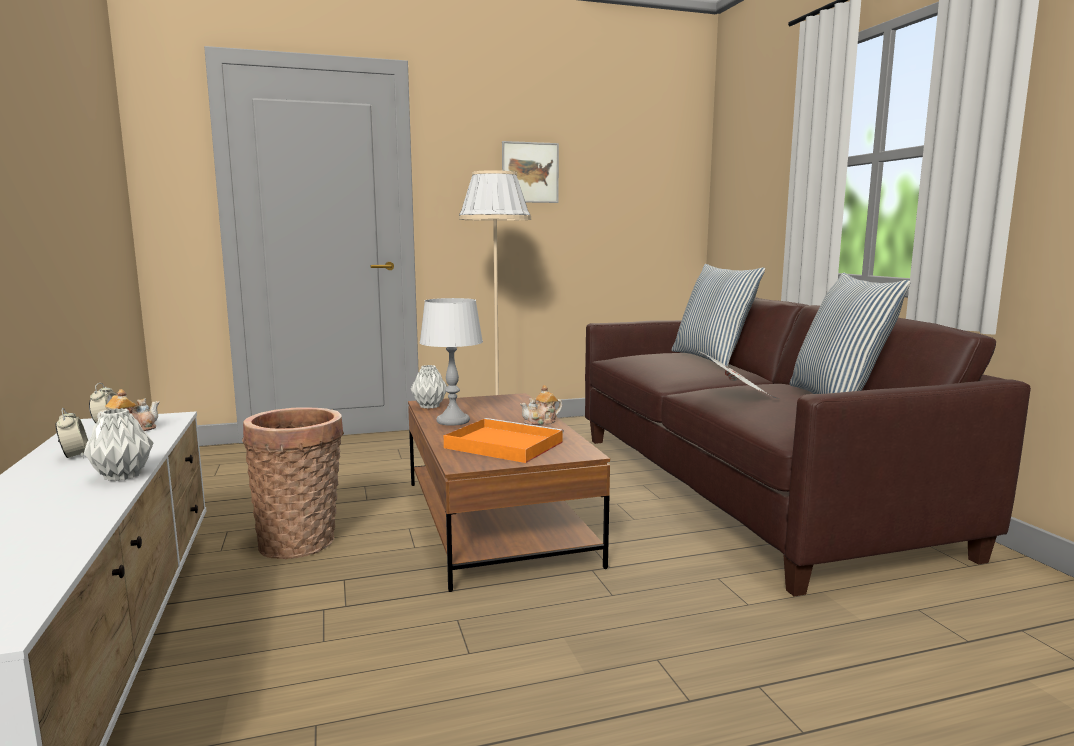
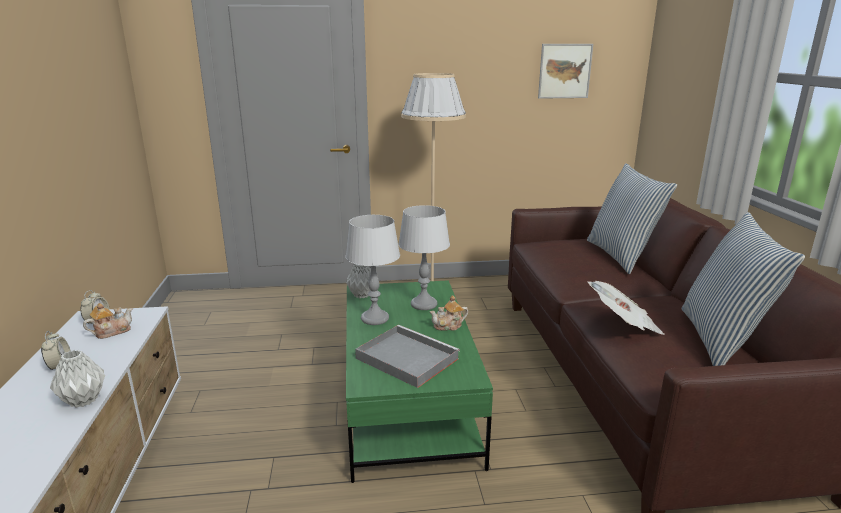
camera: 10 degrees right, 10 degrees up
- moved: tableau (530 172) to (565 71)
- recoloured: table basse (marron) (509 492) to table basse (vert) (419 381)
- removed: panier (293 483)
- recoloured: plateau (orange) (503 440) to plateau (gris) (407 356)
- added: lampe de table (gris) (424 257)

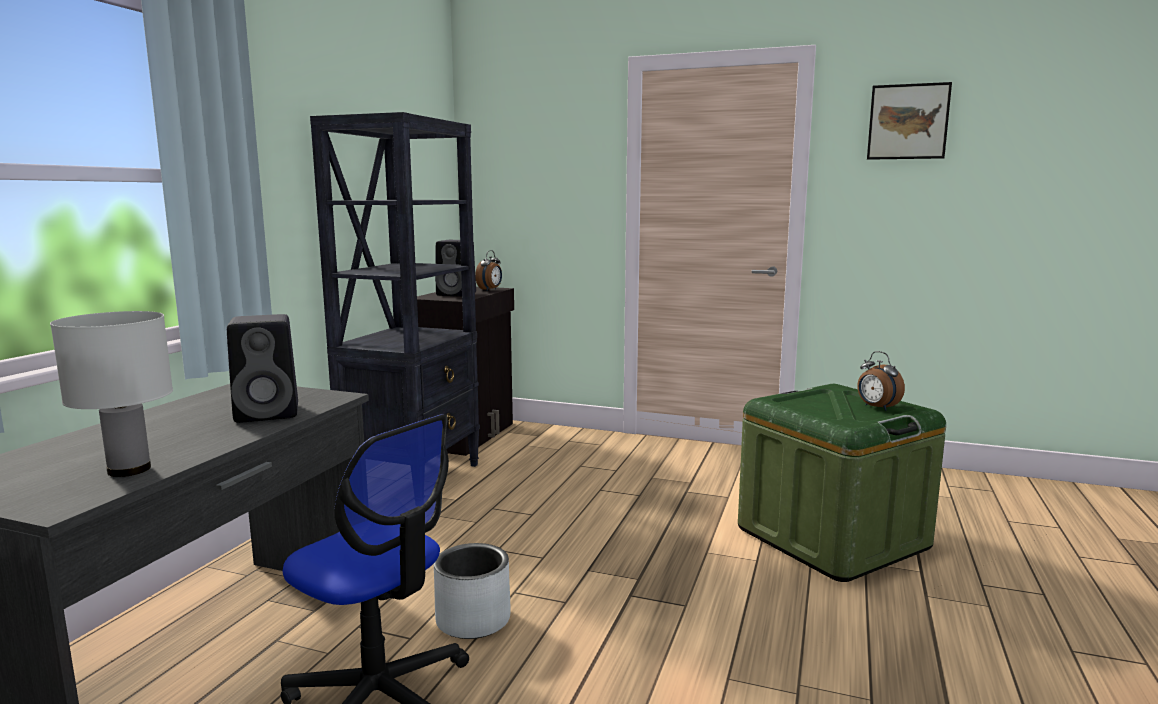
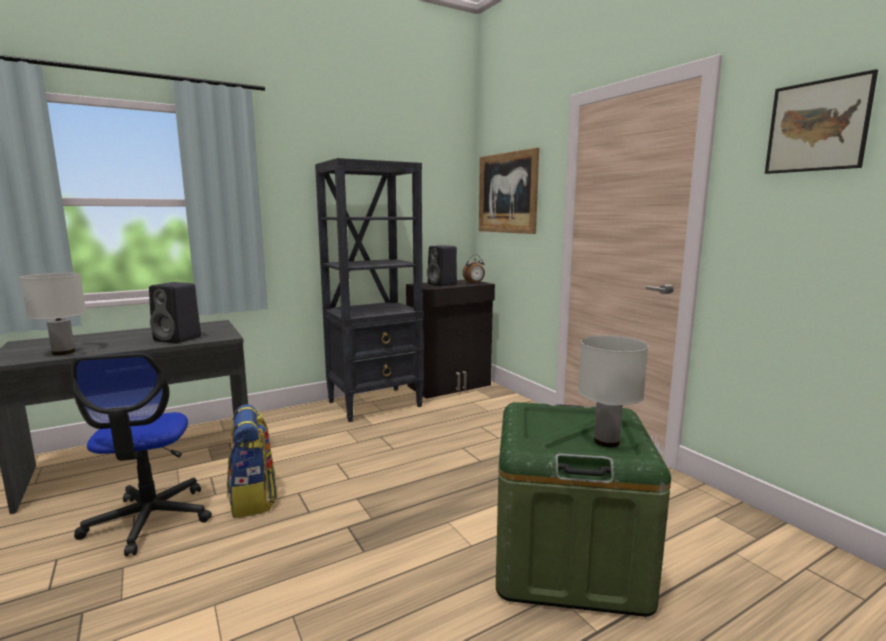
camera: 40 degrees right, 0 degrees up
- replaced: réveil (881 381) to lampe de table (blanc) (613 391)
- replaced: cache-pot (gris) (472 591) to sac à dos (252 461)
- added: tableau (509 191)

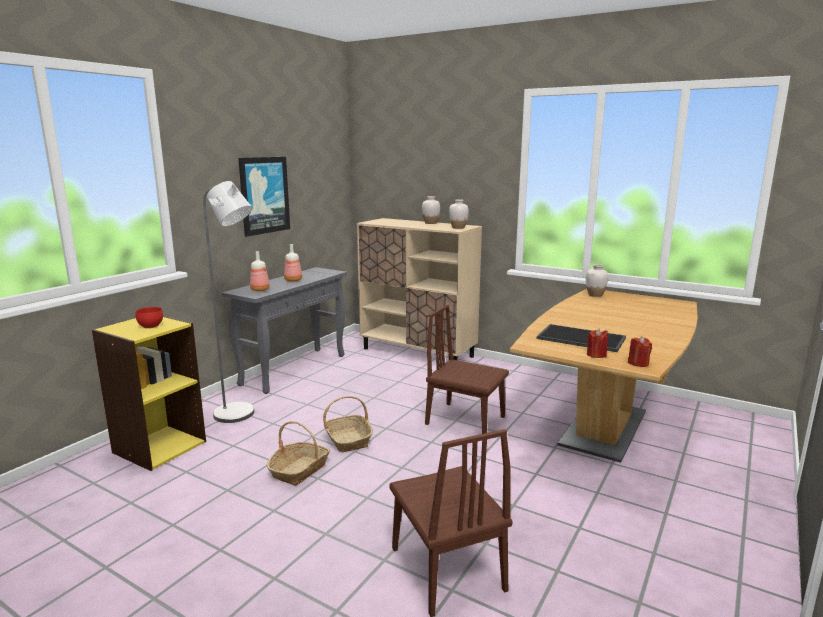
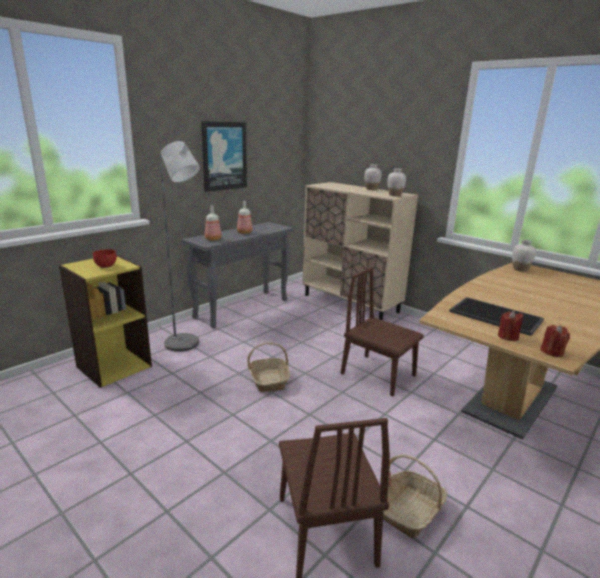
camera: 10 degrees right, 5 degrees up
- moved: panier (298 453) to (415 496)

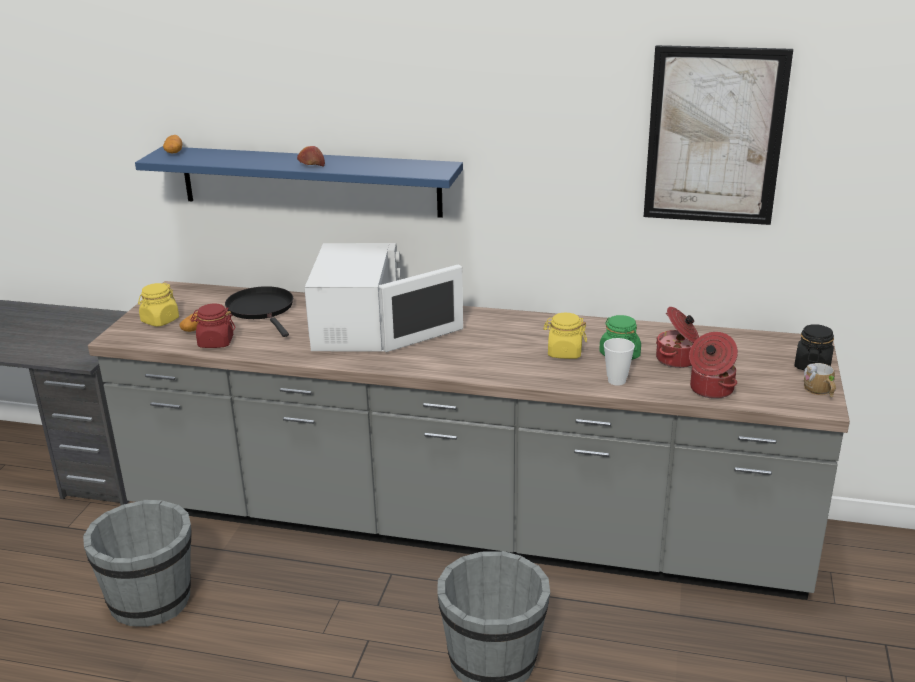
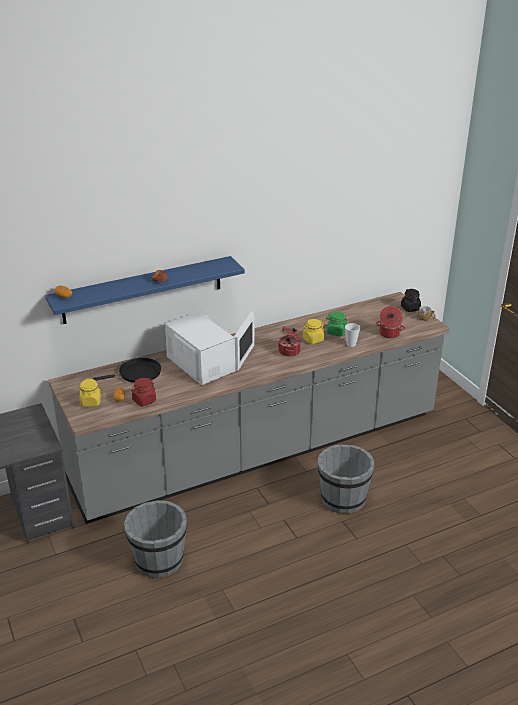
camera: 40 degrees left, 5 degrees up
- removed: tableau (718 135)
- turned: poêle (noir) (259 311) = (126 370) 135 degrees clockwise
- moved: marmite (677 337) to (289 341)

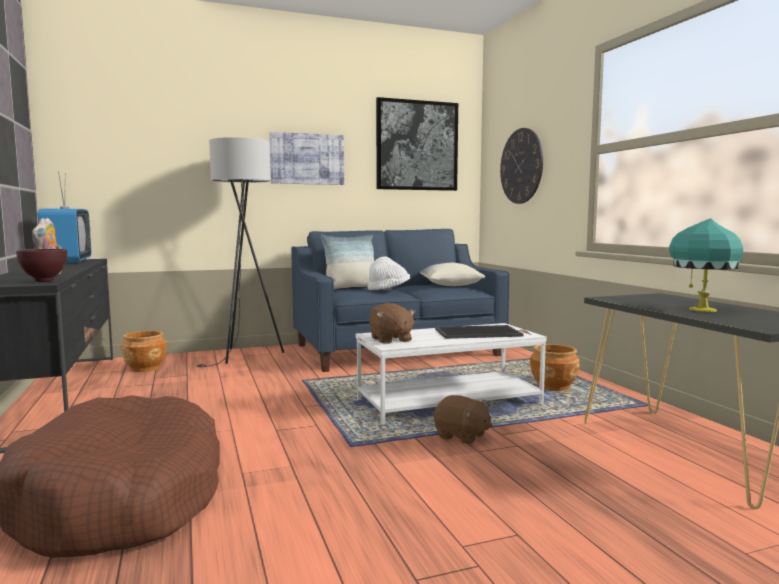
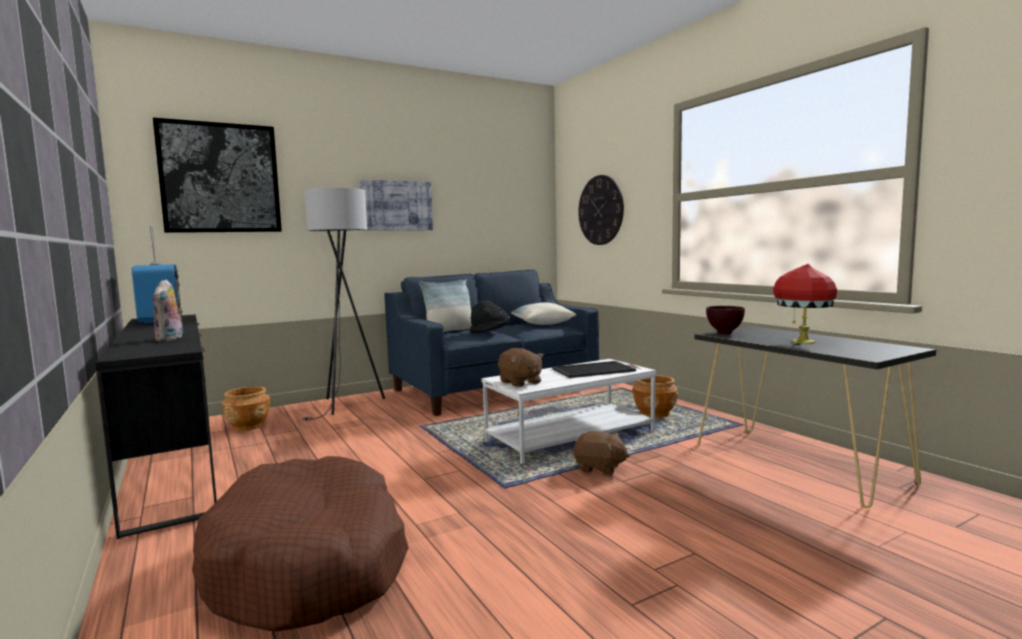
camera: 10 degrees left, 0 degrees up
- moved: tableau (417 144) to (217 175)
- recoloured: lampe de table (turquoise) (706 265) to lampe de table (rouge) (805 304)
- moved: bol (marron) (41 265) to (725 320)
- recoloured: chapeau (blanc) (389 273) to chapeau (noir) (490 316)

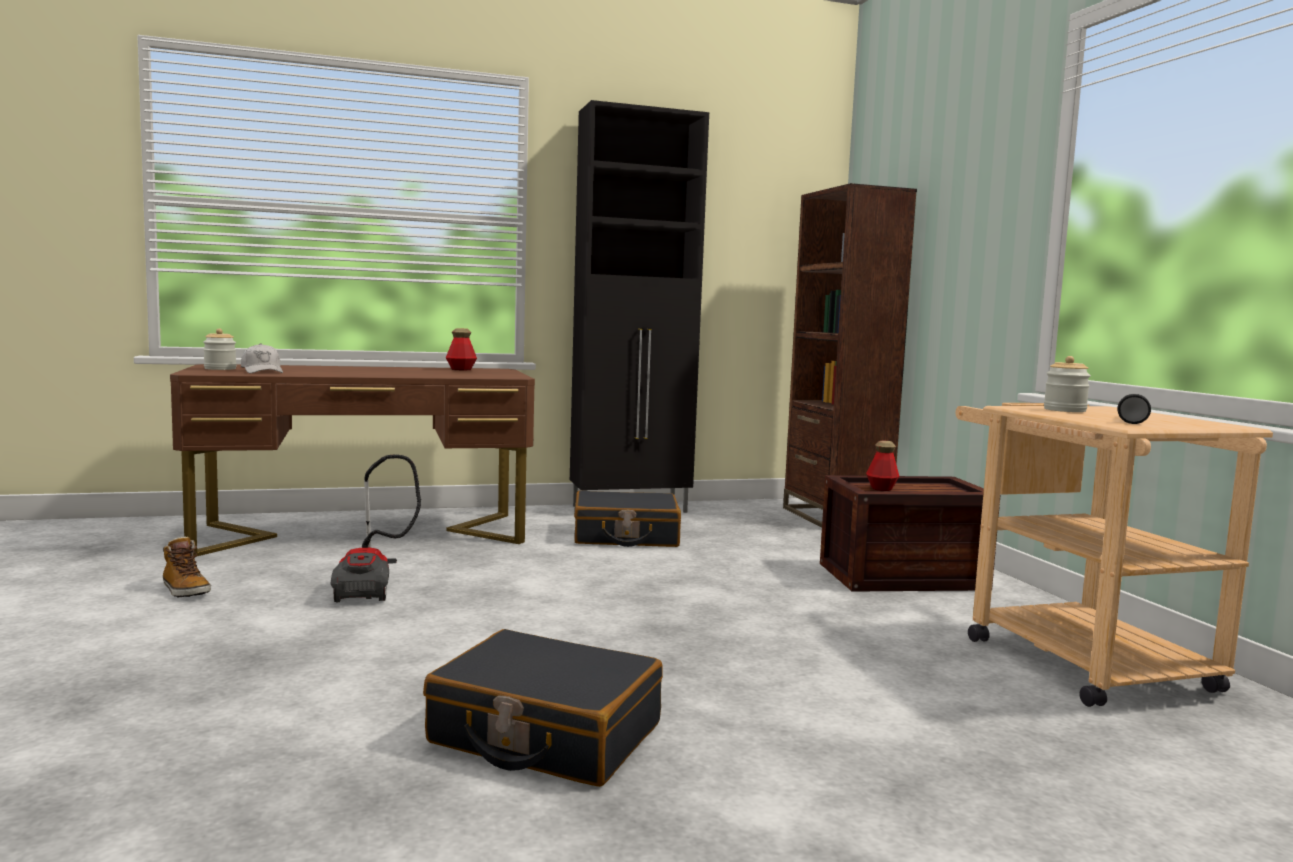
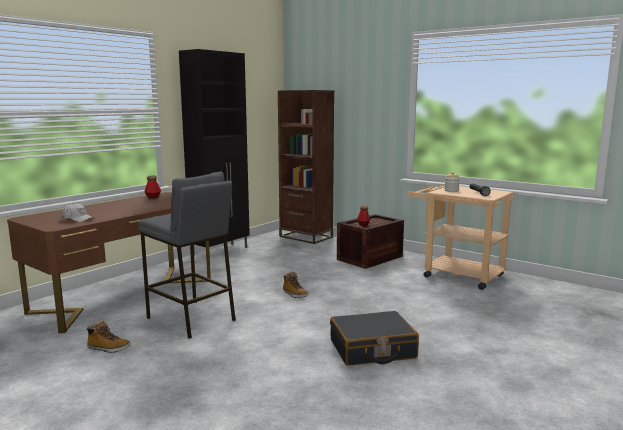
camera: 35 degrees left, 5 degrees up
- removed: bocal (220 349)
- replaced: aspirateur (376 528) to tabouret (gris) (187 255)
- removed: valise (noir) (627 518)
- added: botte (295 284)

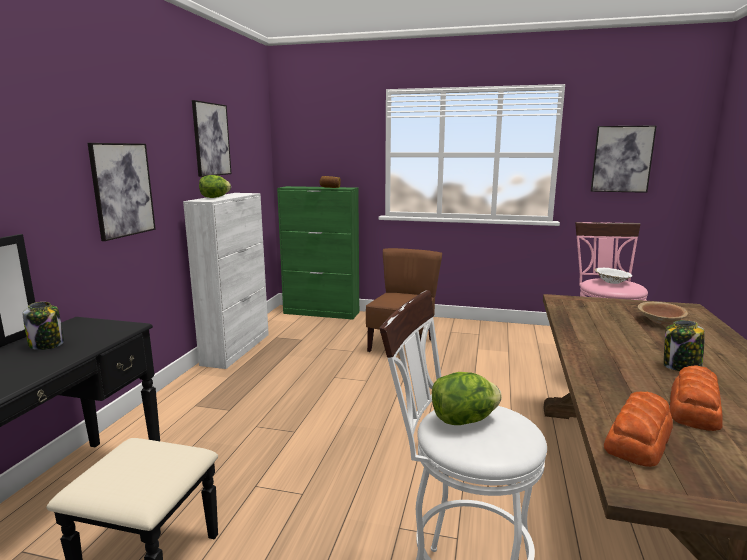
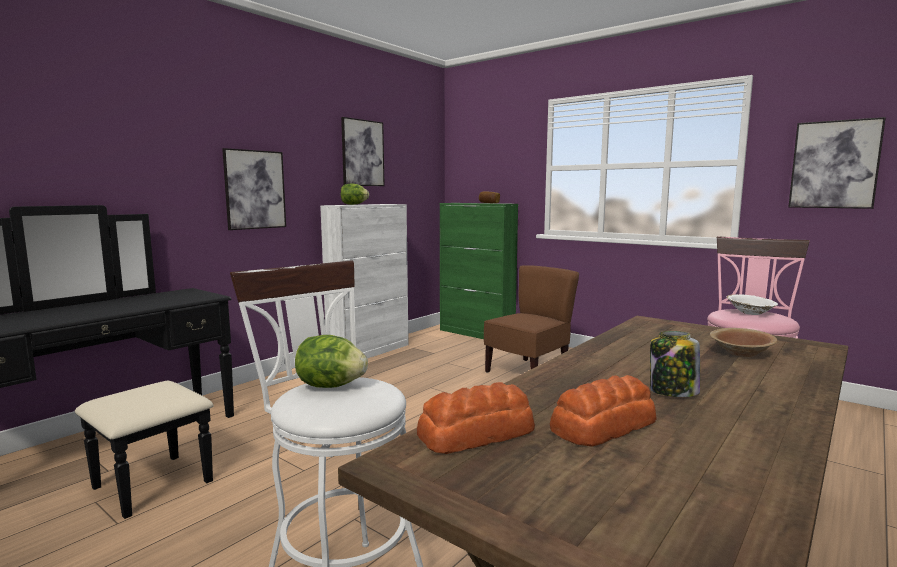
camera: 25 degrees right, 5 degrees down
- removed: bocal (43 326)

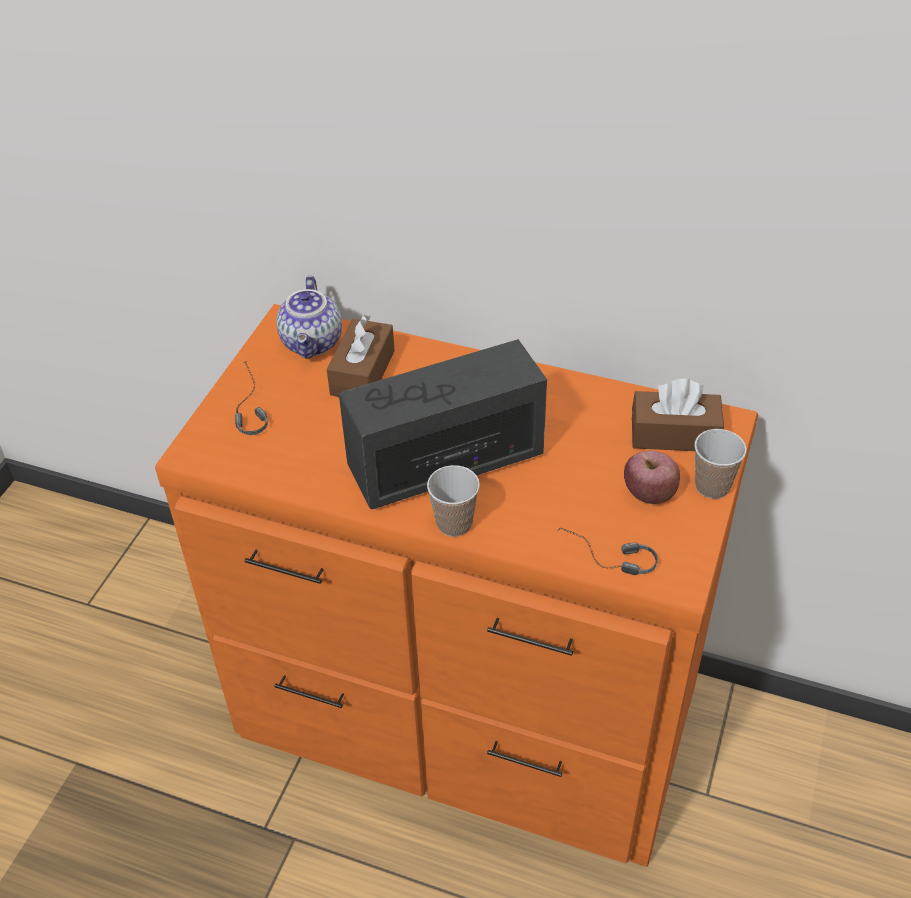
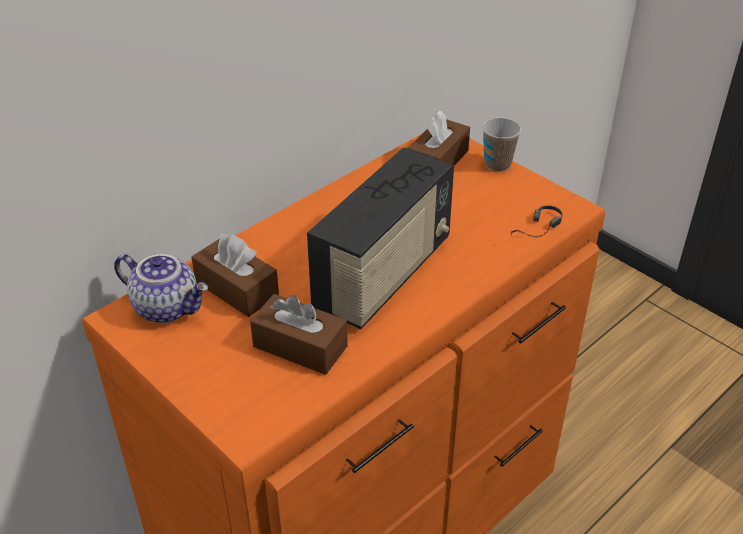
camera: 65 degrees left, 5 degrees down
- turned: radio (443 424) = (380 238) 150 degrees counterclockwise
- removed: casque audio (251 398)
- removed: pomme (652 477)
- removed: tasse (453 501)
- added: boîte à mouchoirs (marron) (299 334)

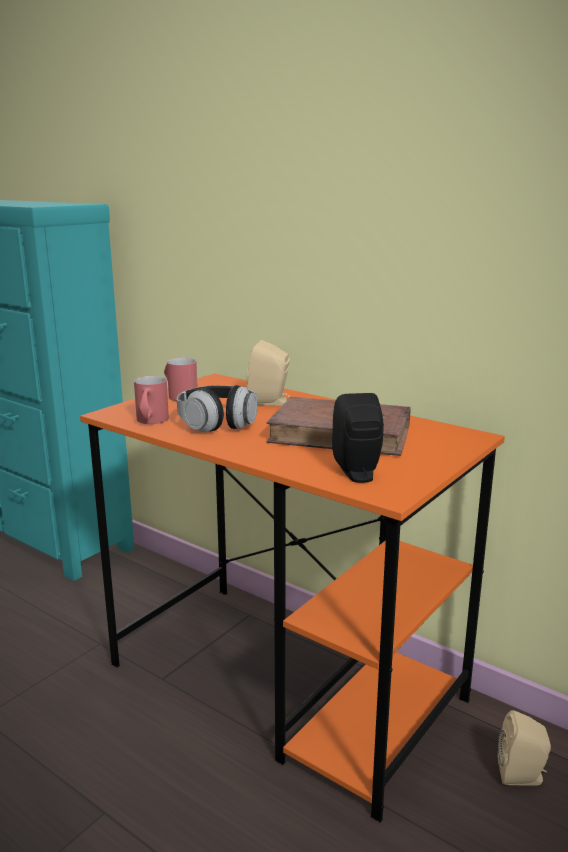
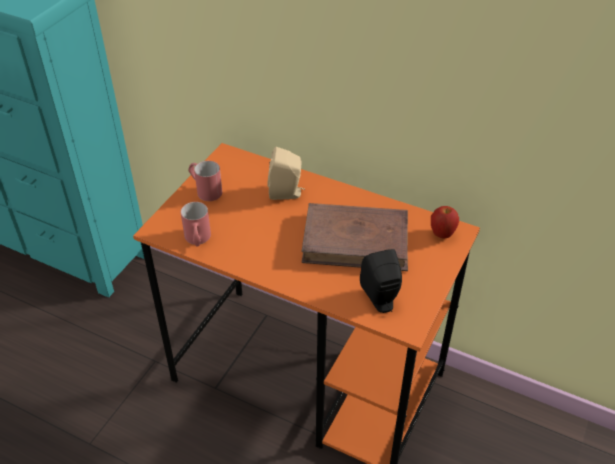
camera: 10 degrees left, 25 degrees up
- removed: casque audio (217 408)
- removed: enceinte (beige) (524 748)
- added: pomme (445 222)

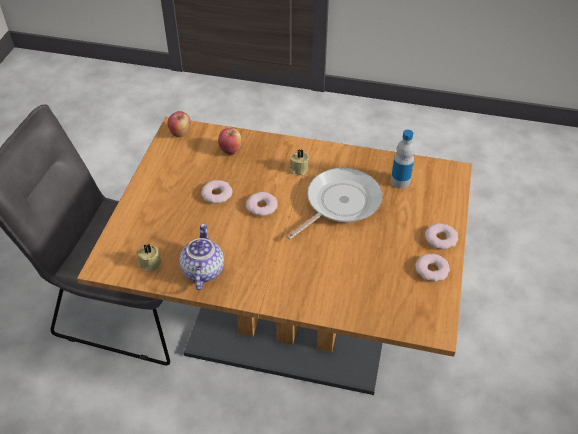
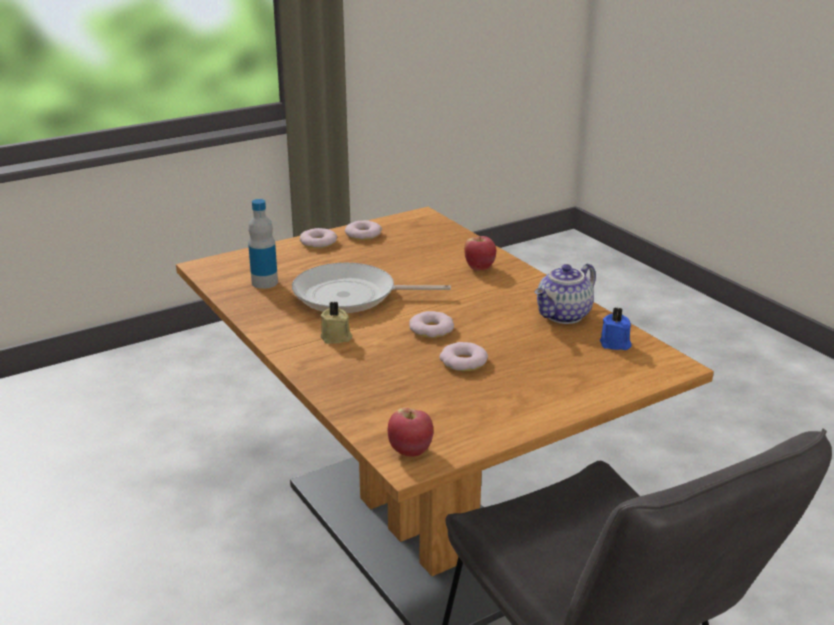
camera: 135 degrees left, 20 degrees down
- moved: pomme (229 141) to (480 253)
- recoloured: bougie (beige) (149 258) to bougie (bleu) (616 328)

